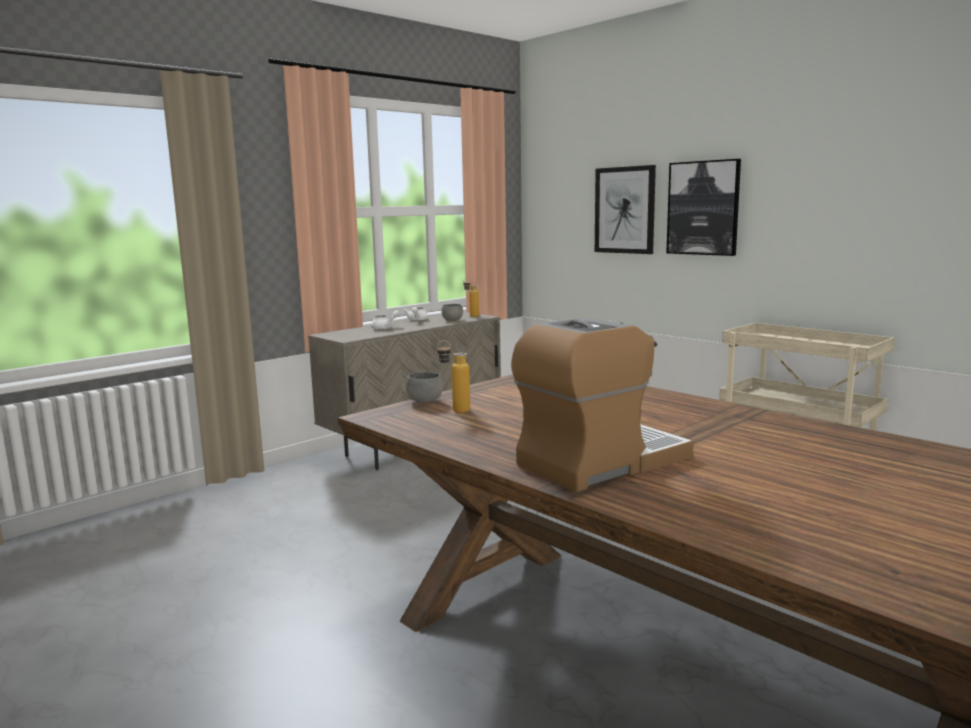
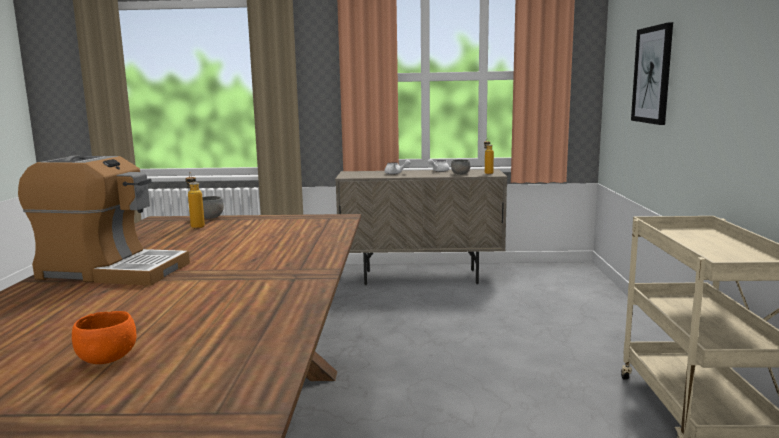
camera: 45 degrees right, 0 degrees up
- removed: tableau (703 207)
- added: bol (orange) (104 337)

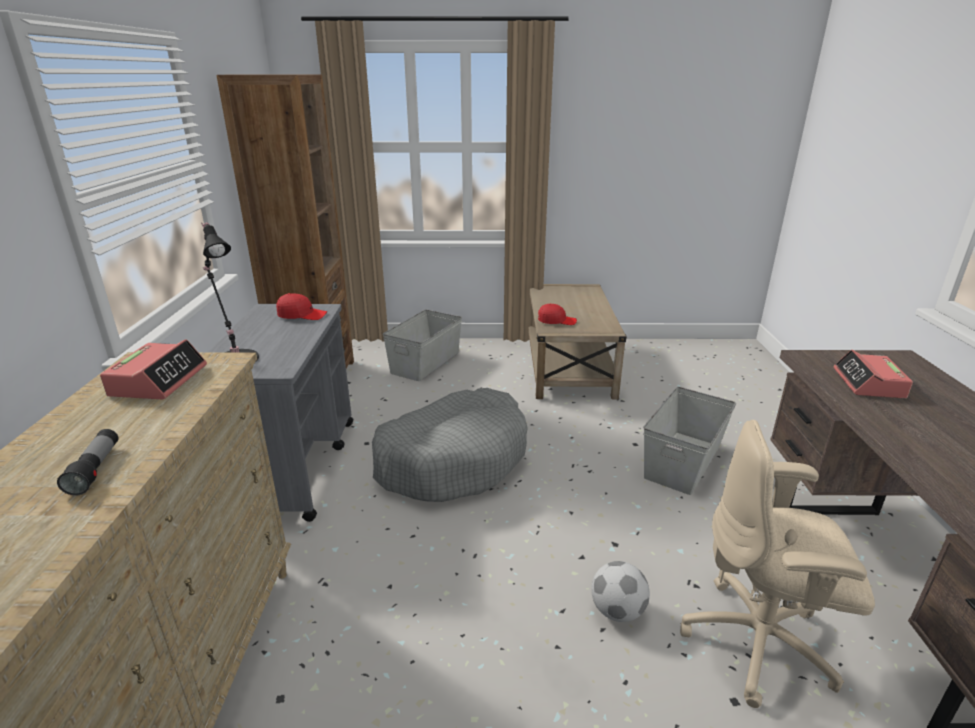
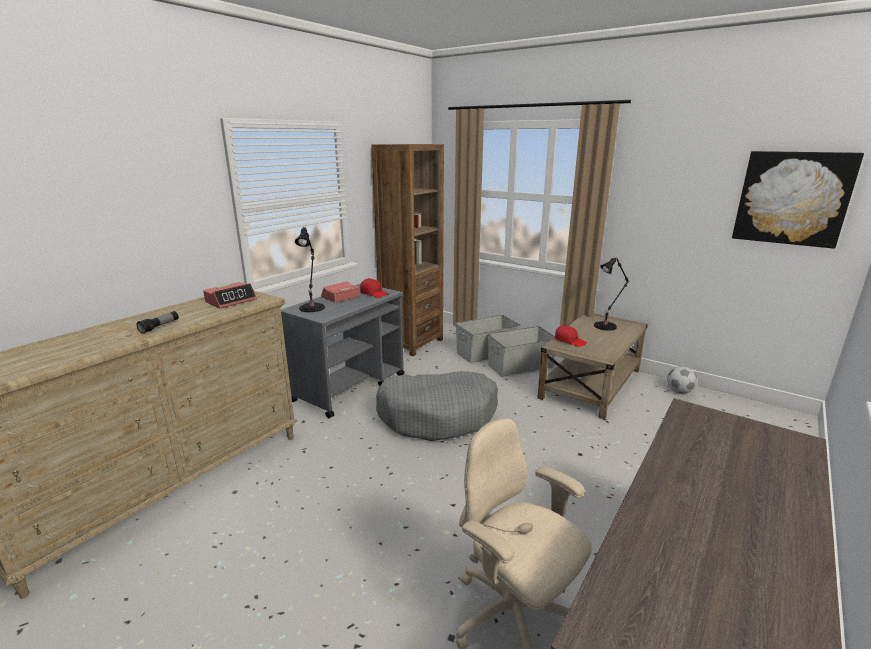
camera: 35 degrees right, 5 degrees down
- moved: réveil (873 374) to (340 292)
- moved: boîte de rangement (gris) (689 441) to (521 351)
- moved: ballon de foot (620 591) to (682 379)
- added: tableau (798 200)
- added: lampe de table (noir) (611 293)

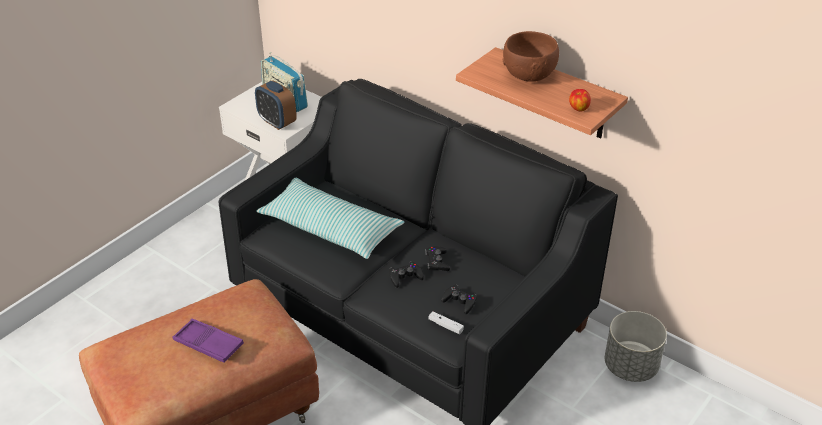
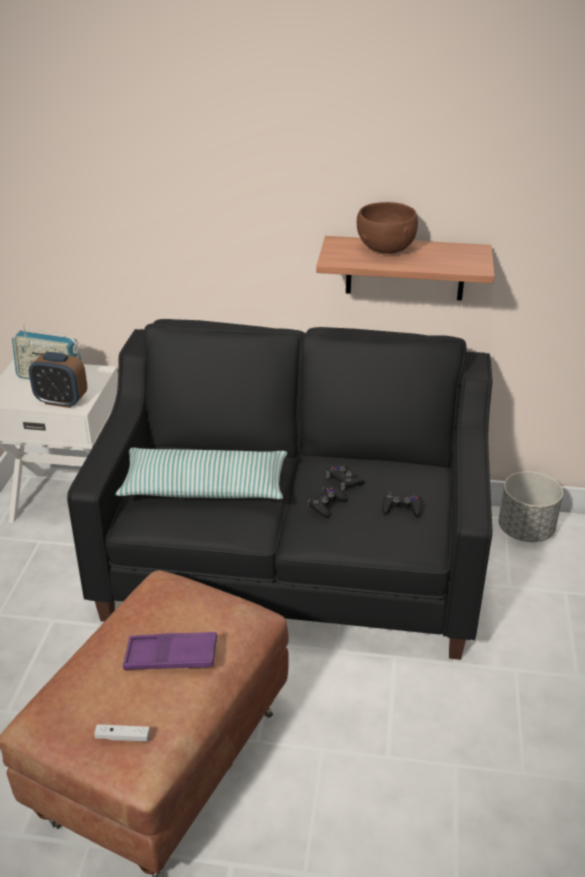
camera: 30 degrees left, 5 degrees down
- removed: pomme (580 100)
- moved: manette (blanc) (446 323) to (122 733)

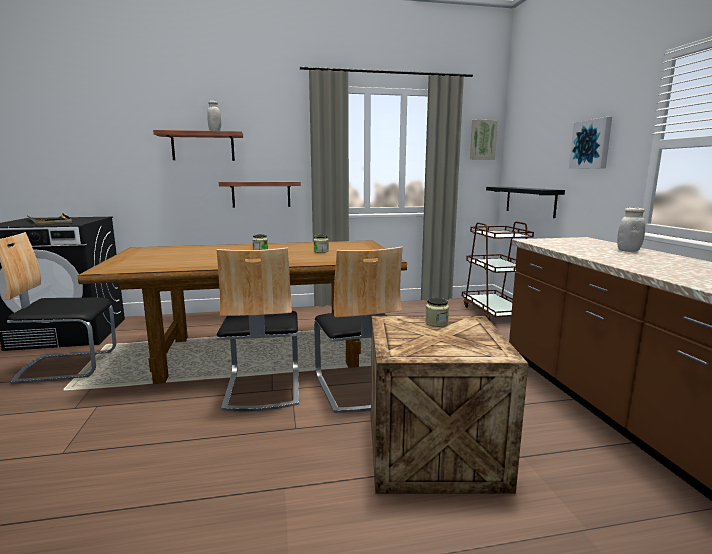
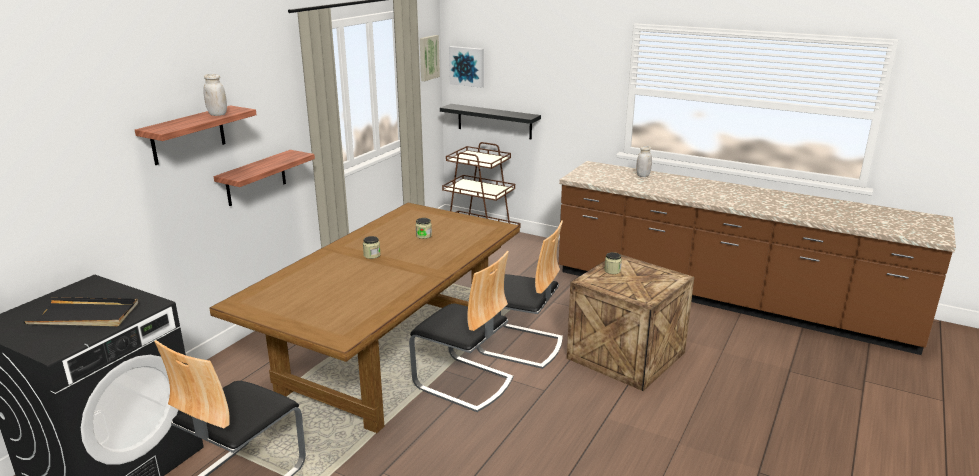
camera: 50 degrees left, 10 degrees up
- moved: tableau (590 143) to (466 67)

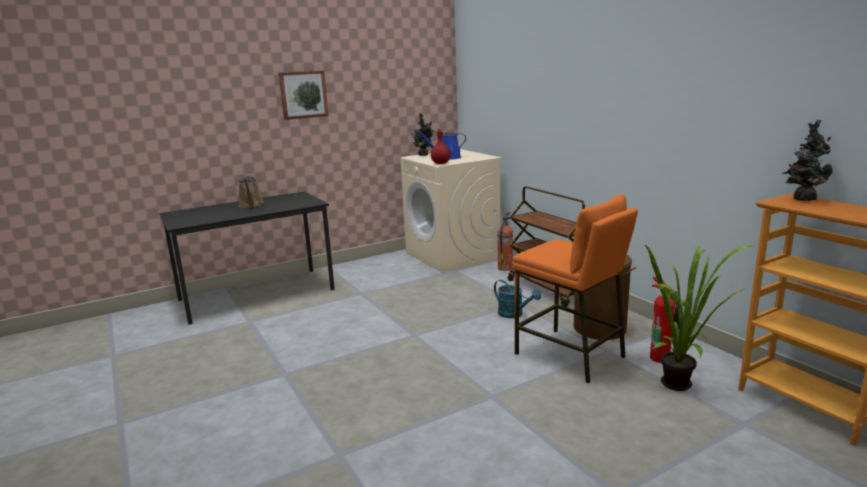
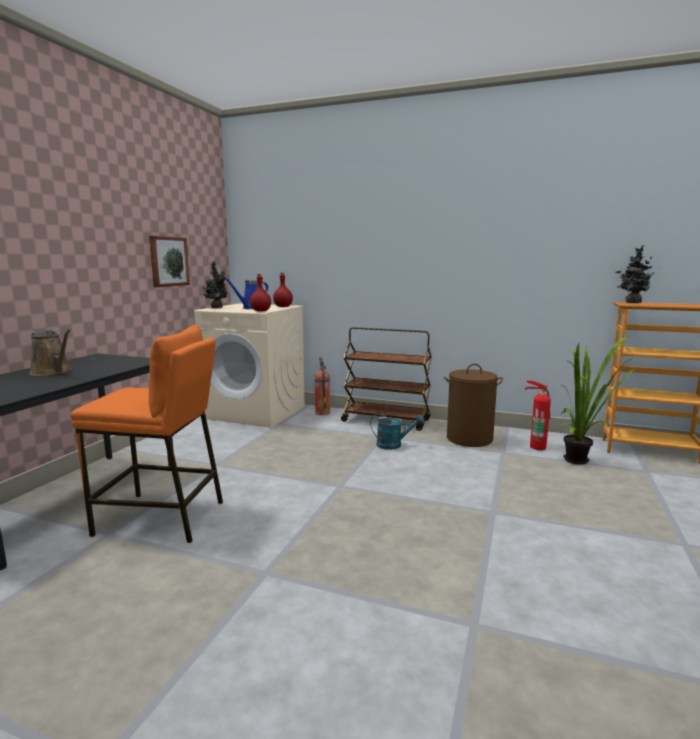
camera: 40 degrees left, 5 degrees down
- moved: tableau (303 95) to (169 261)
- moved: tabouret (orange) (575 289) to (147 434)
- added: bouteille (rouge) (283 290)

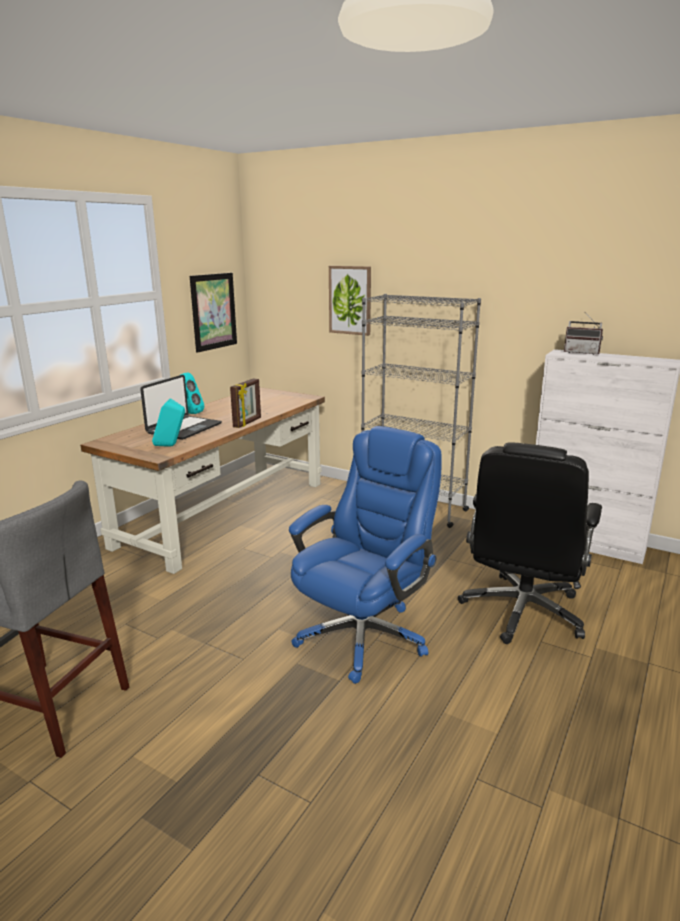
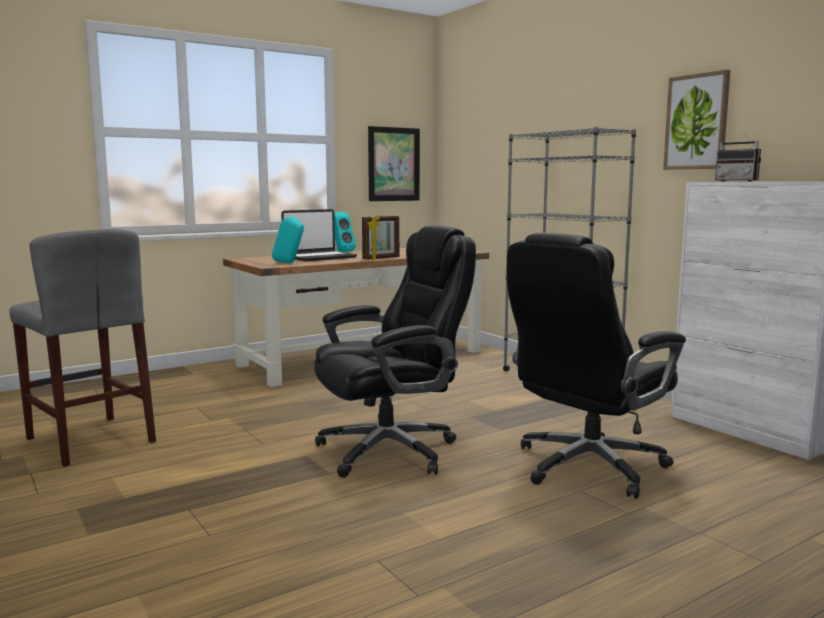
camera: 25 degrees right, 10 degrees down
- moved: tableau (350 301) to (696 120)
- recoloured: chaise de bureau (bleu) (365 555) to chaise de bureau (noir) (395 351)

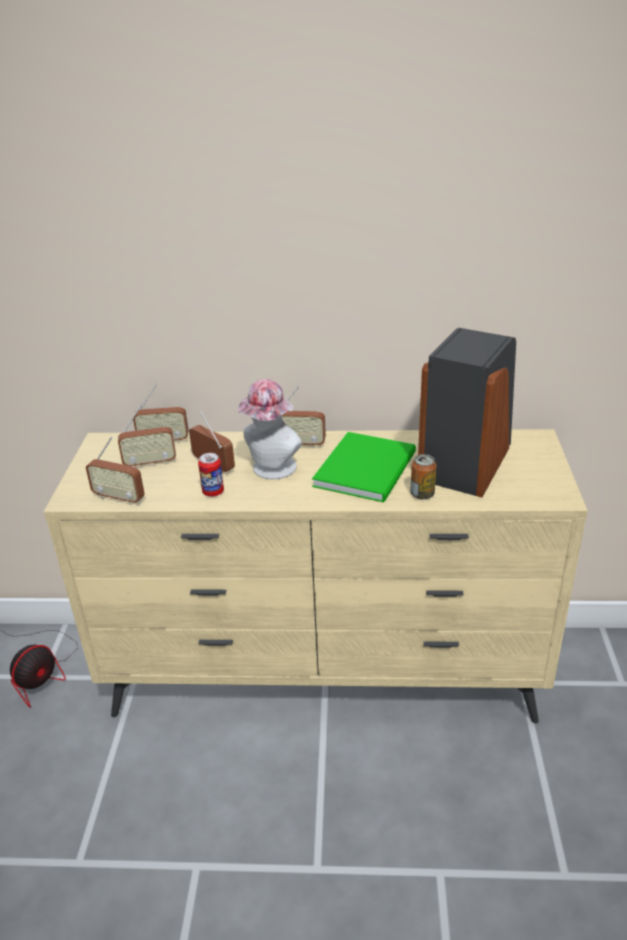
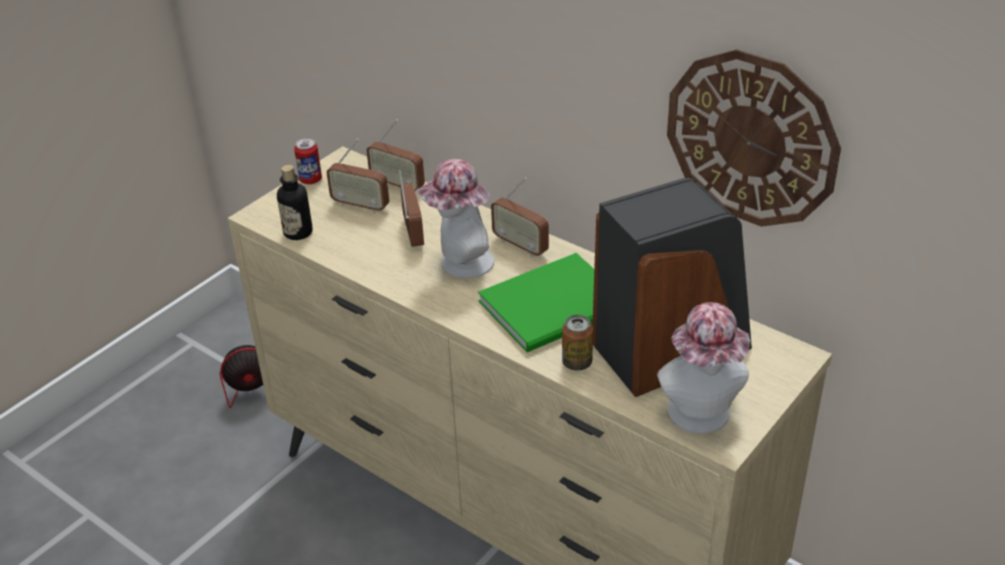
camera: 35 degrees right, 5 degrees up
- replaced: radio (115 470) to bouteille (295 202)
- moved: boîte métallique (211 475) to (308 161)
- added: horloge murale (754 138)
- added: chapeau (703 368)

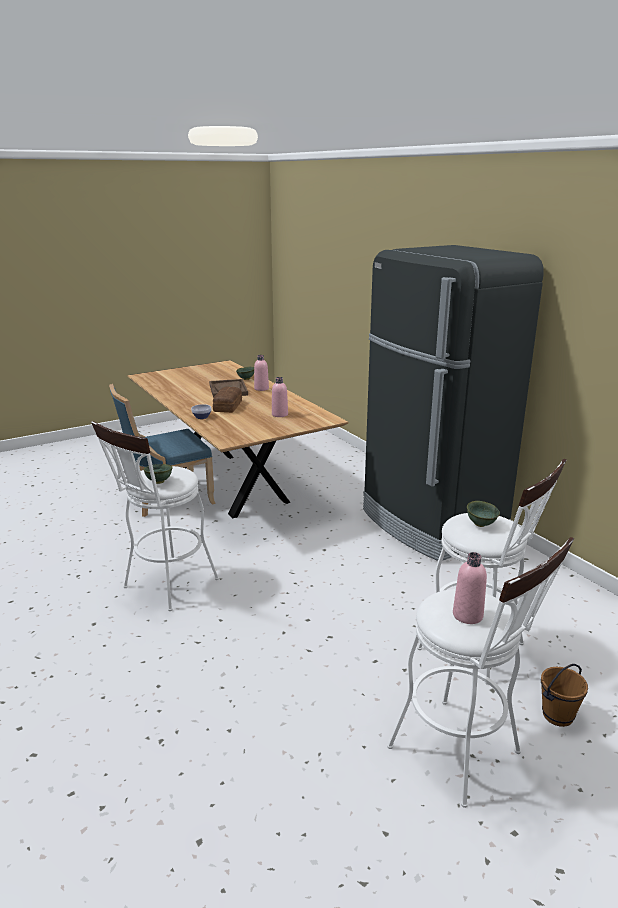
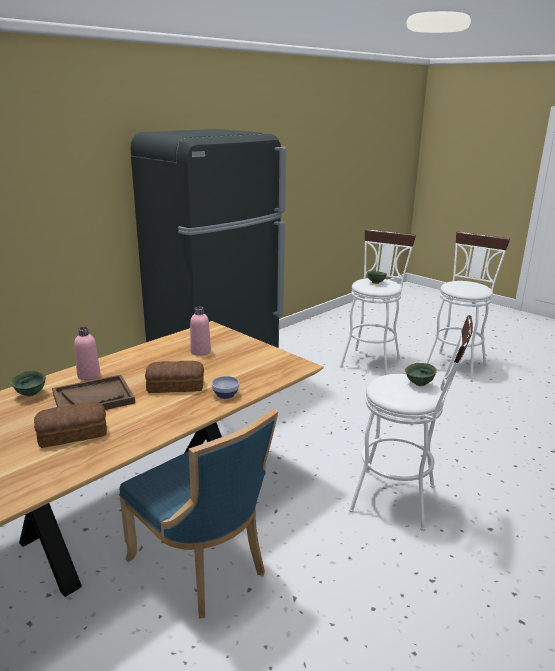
camera: 105 degrees left, 0 degrees up
- removed: bouteille (rose) (470 588)
- removed: seau (marron) (564 695)
- added: pain (70 425)

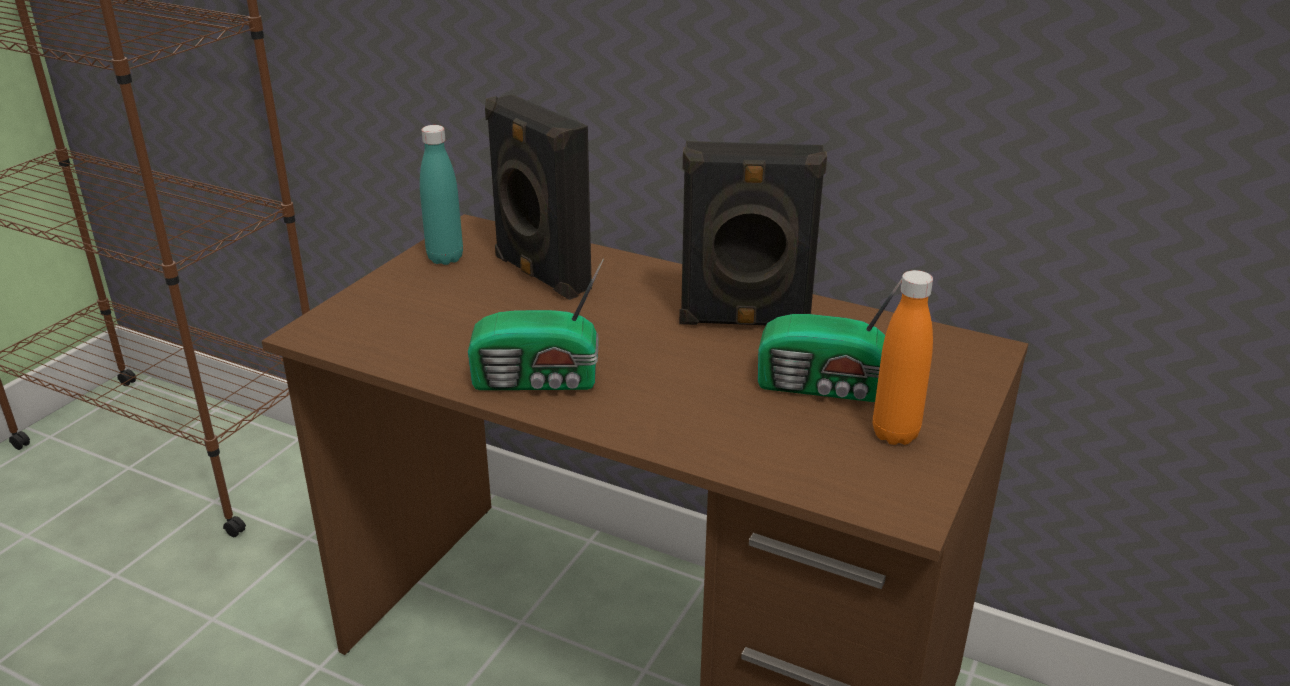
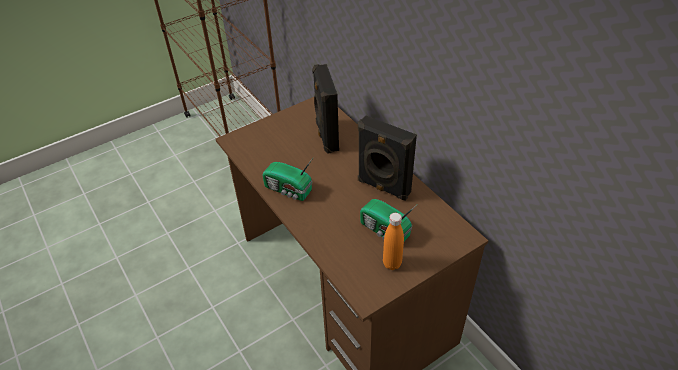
camera: 30 degrees right, 15 degrees up
- removed: bouteille (turquoise) (441 195)

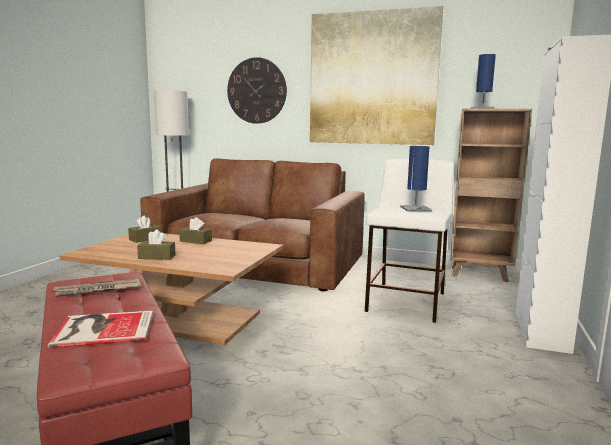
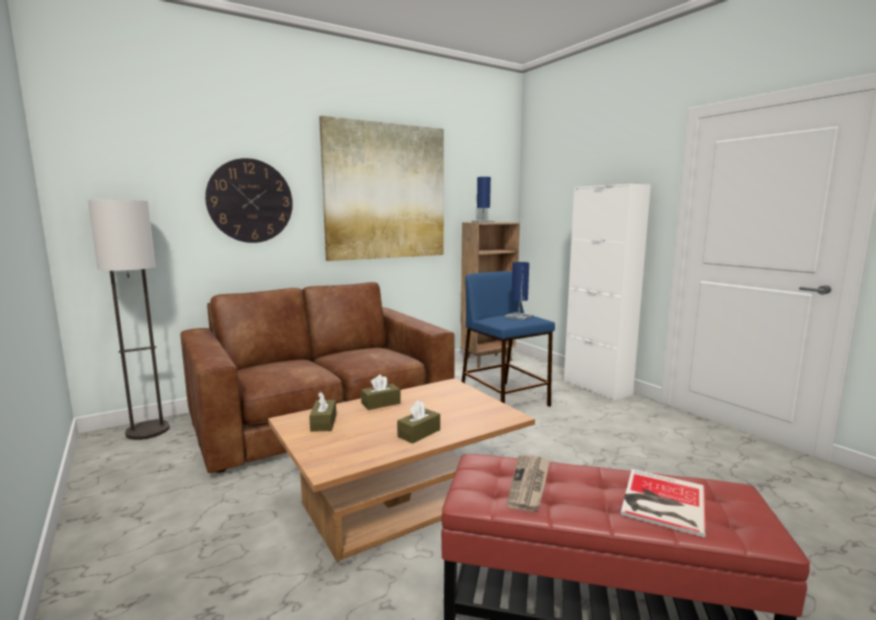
camera: 50 degrees left, 0 degrees up
- recoloured: tabouret (blanc) (409 241) to tabouret (bleu) (508 339)

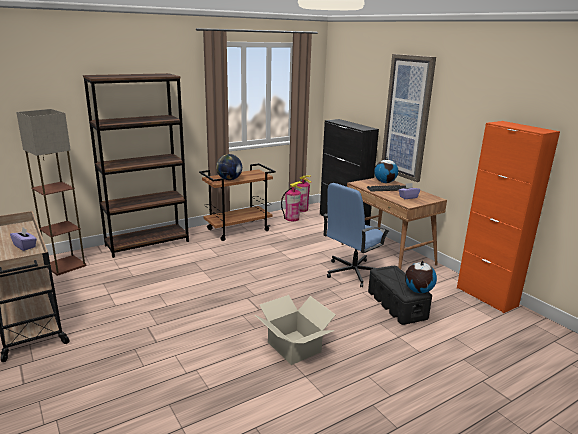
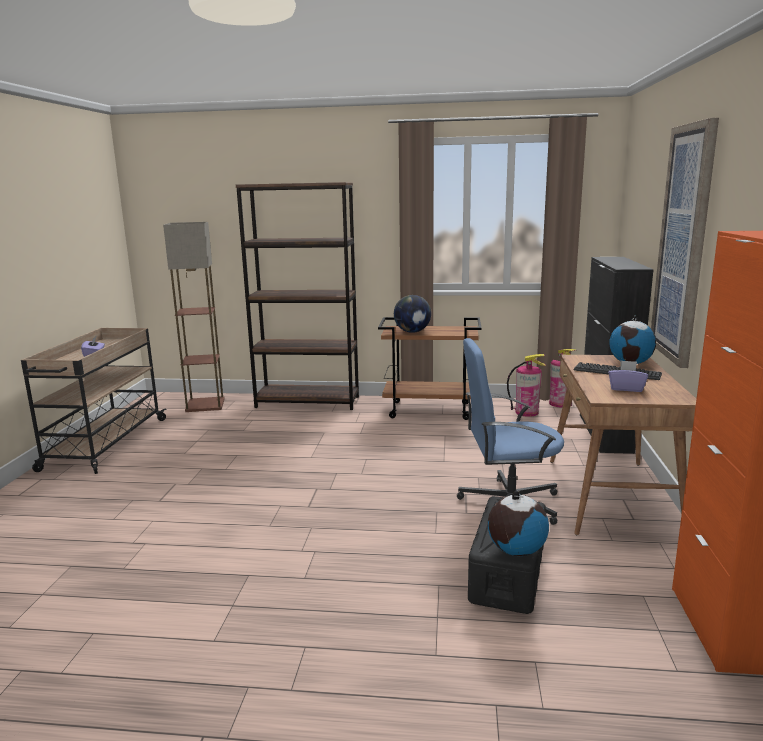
camera: 40 degrees right, 5 degrees down
- removed: carton (295 330)

